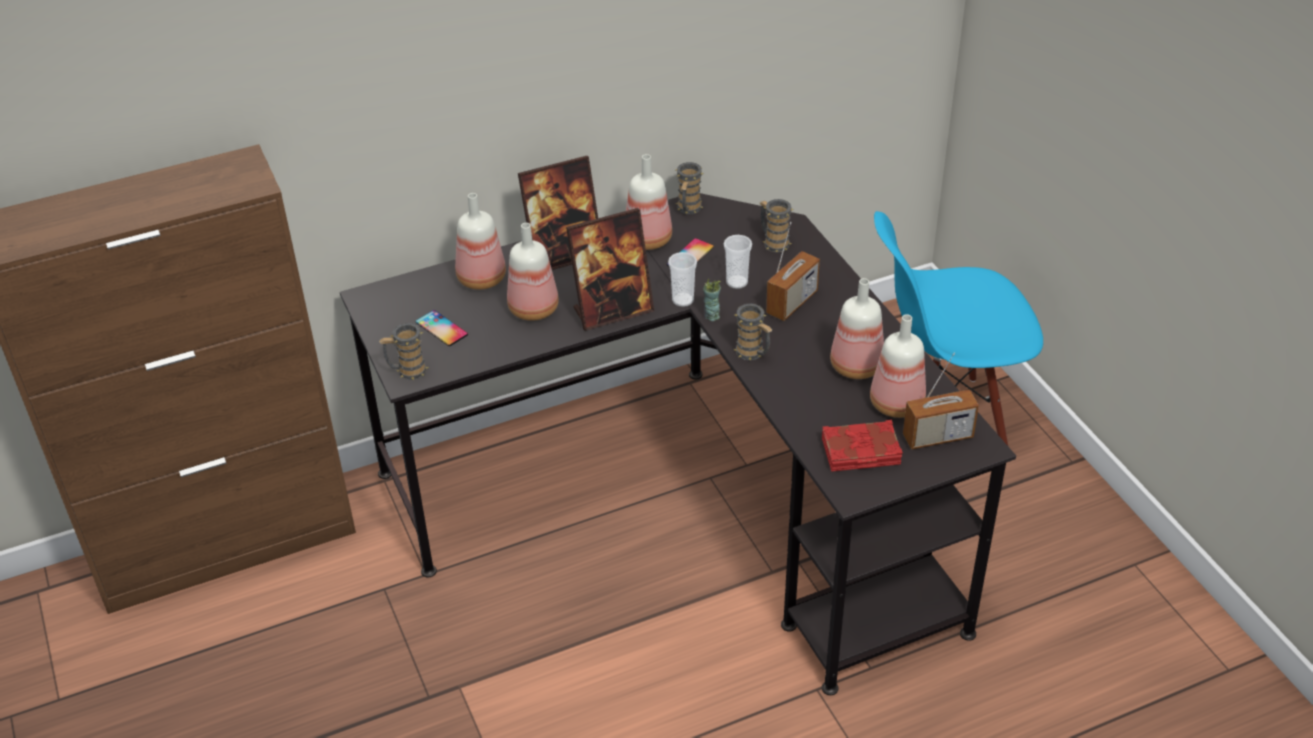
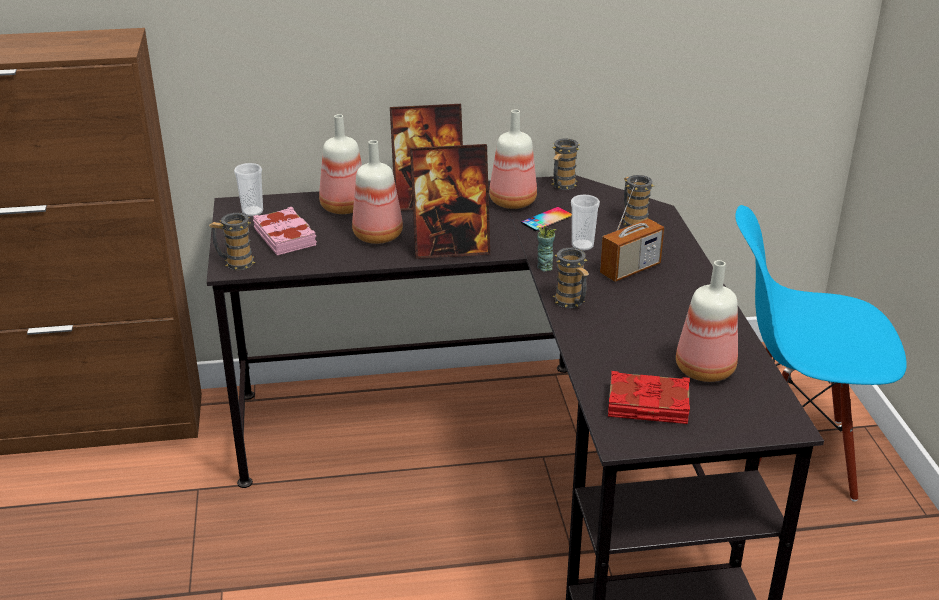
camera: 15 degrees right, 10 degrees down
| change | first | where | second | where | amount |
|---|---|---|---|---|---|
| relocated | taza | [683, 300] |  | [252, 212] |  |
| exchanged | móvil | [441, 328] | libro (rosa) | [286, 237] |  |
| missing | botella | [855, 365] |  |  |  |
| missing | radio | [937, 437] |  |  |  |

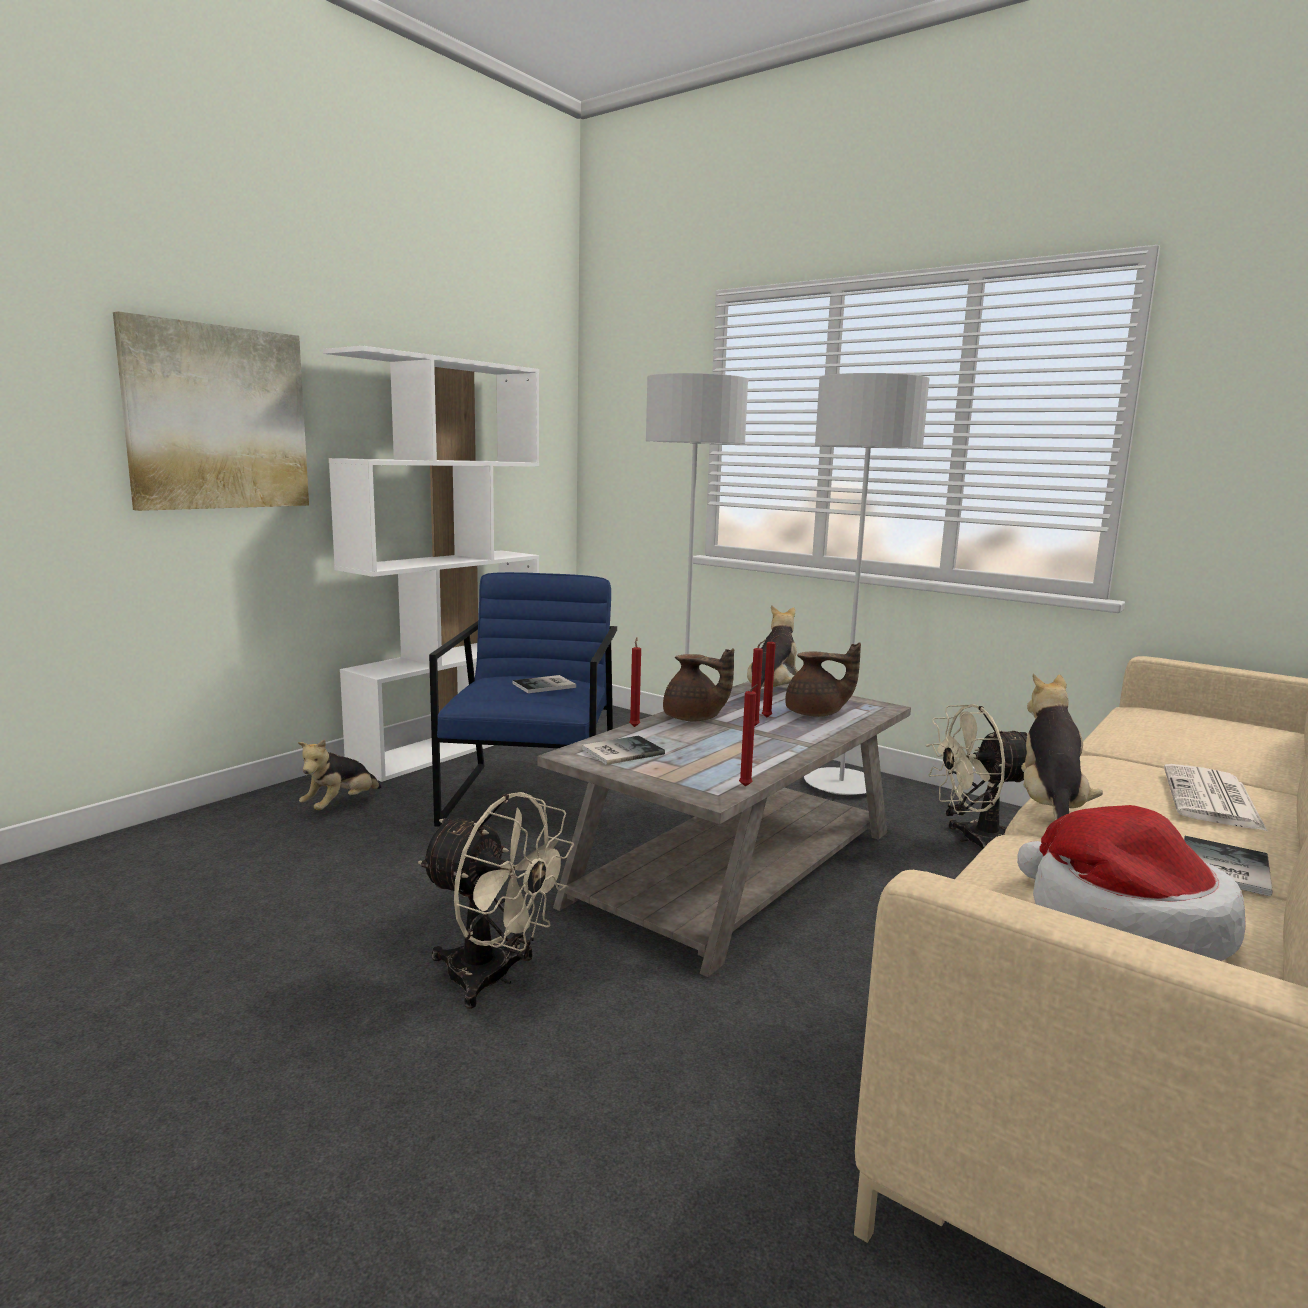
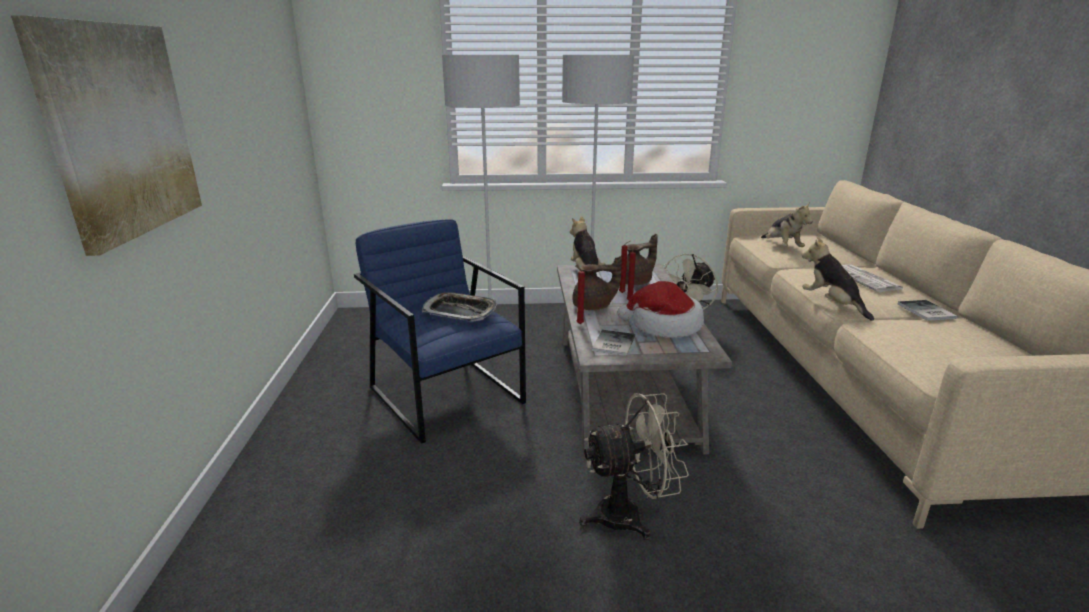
camera: 40 degrees left, 10 degrees up
| change | first | where | second | where | amount |
|---|---|---|---|---|---|
| exchanged | libro | [546, 685] | bandeja | [460, 312] |  |
| relocated | sombrero | [1122, 924] |  | [664, 326] |  |
| relocated | peluche | [340, 805] |  | [781, 247] |  |
| missing | estantería (blanco) | [448, 747] |  |  |  |
| missing | vela (rojo) | [746, 787] |  |  |  |

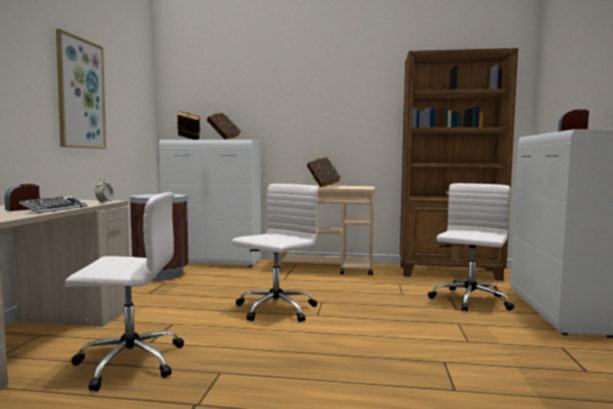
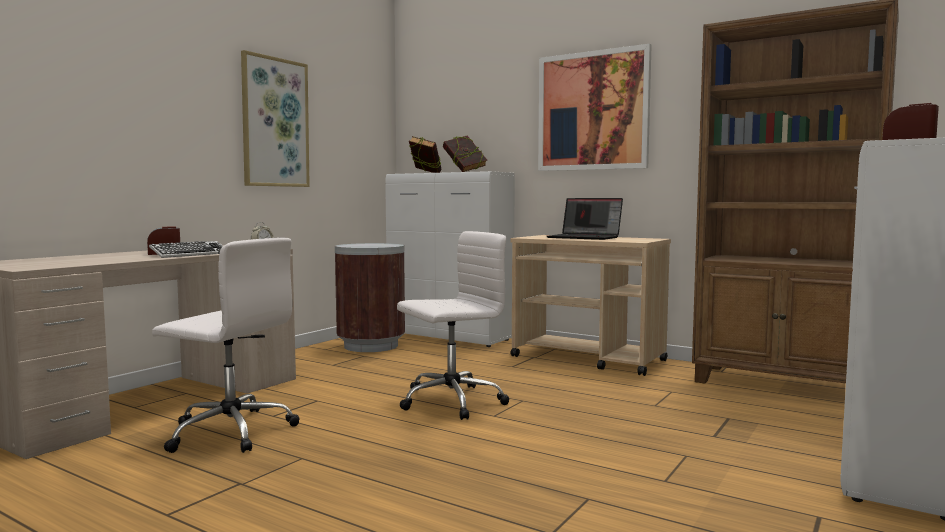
camera: 25 degrees right, 0 degrees up
| change | first | where | second | where | amount |
|---|---|---|---|---|---|
| appeared |  |  | cuadro | [593, 111] |  |
| exchanged | libro | [323, 186] | portátil | [585, 238] |  |
| missing | silla de oficina (blanco) | [469, 301] |  |  |  |

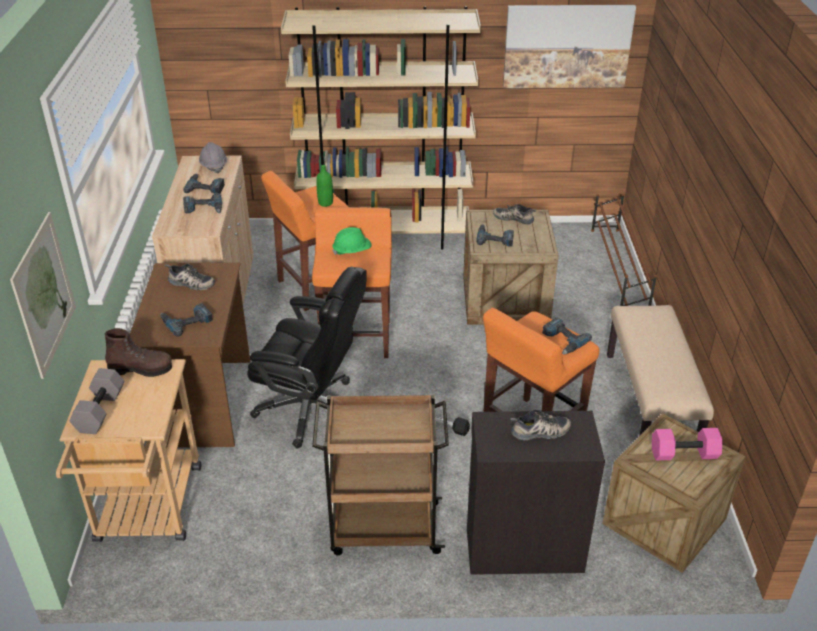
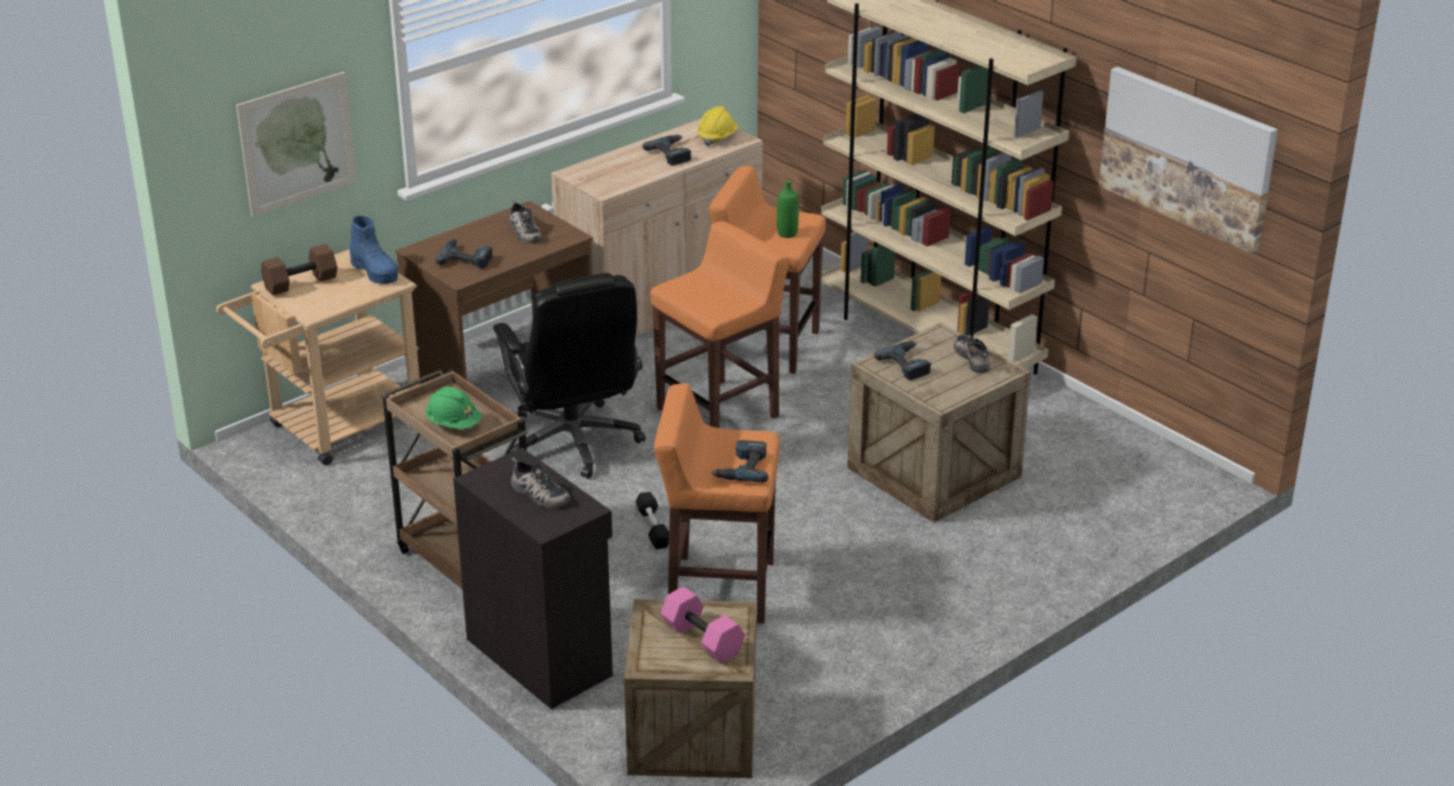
camera: 50 degrees right, 5 degrees down
| change | first | where | second | where | amount |
|---|---|---|---|---|---|
| colour | mancuerna (gris) | [101, 412] | mancuerna (marrón) | [300, 283] |  |
| colour | bota (marrón) | [141, 369] | bota (azul) | [375, 272] |  |
| relocated | casco (verde) | [352, 251] |  | [454, 424] |  |
| colour | casco (gris) | [213, 166] | casco (amarillo) | [717, 138] |  |
| missing | taladro | [203, 209] |  |  |  |
| missing | zapatero (marrón) | [618, 270] |  |  |  |
| missing | banco (beis) | [650, 403] |  |  |  |

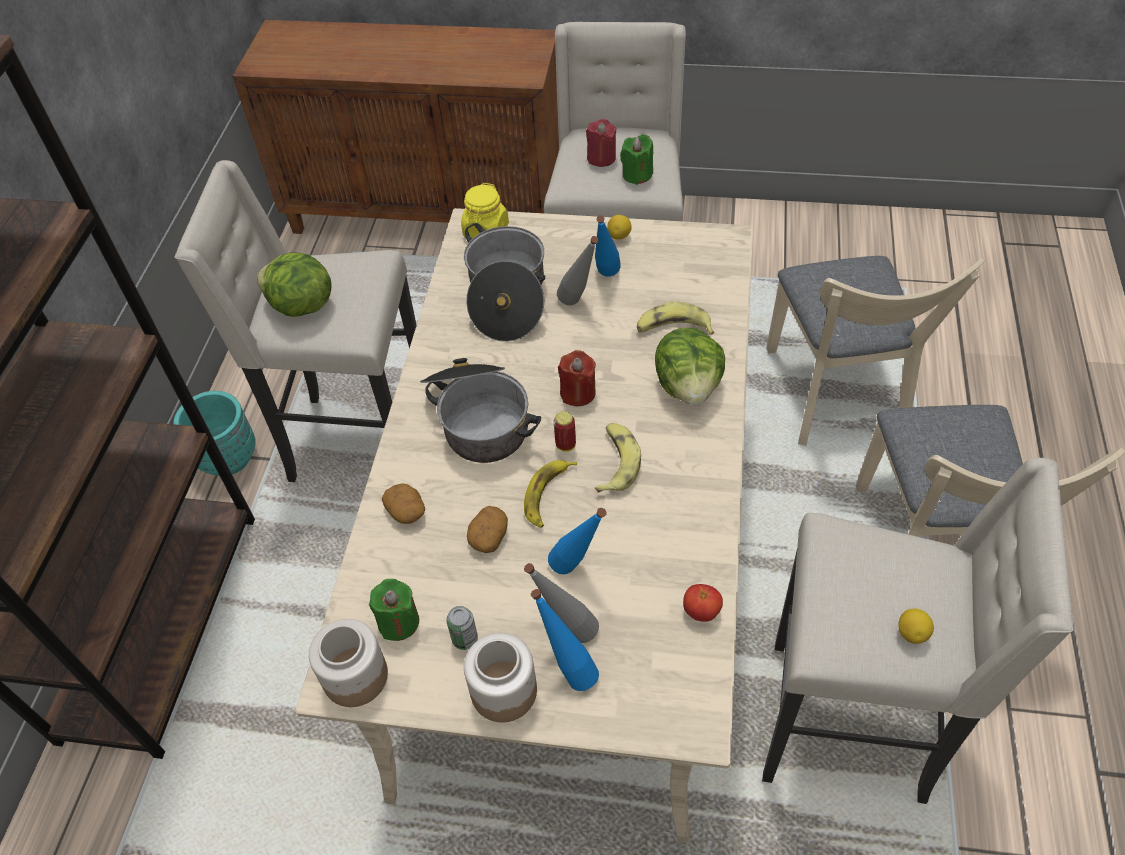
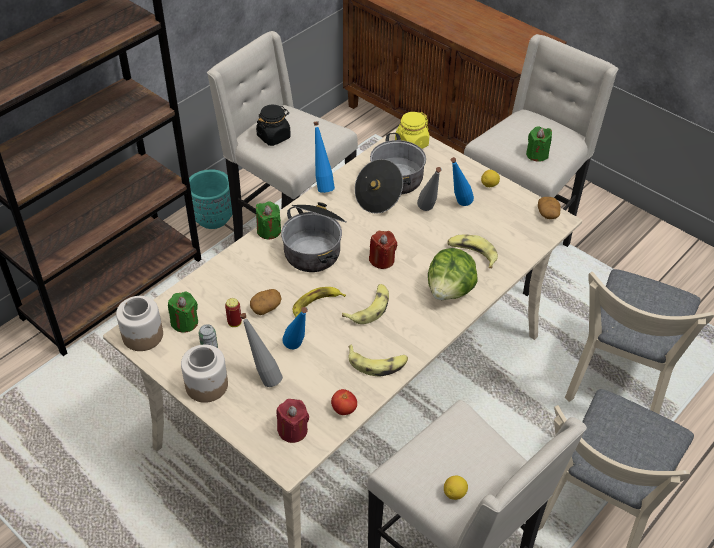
camera: 30 degrees right, 5 degrees down
| change | first | where | second | where | amount |
|---|---|---|---|---|---|
| relocated | lata | [565, 445] |  | [234, 323] |  |
| exchanged | lechuga | [301, 306] | tarro (negro) | [274, 137] |  |
| appeared |  |  | vela (verde) | [269, 231] |  |
| relocated | vela (rojo) | [601, 158] |  | [293, 430] |  |
| relocated | botella (azul) | [568, 670] |  | [322, 185] |  |
| appeared |  |  | plátano | [377, 363] |  |
| relocated | patata | [406, 511] |  | [548, 214] |  |

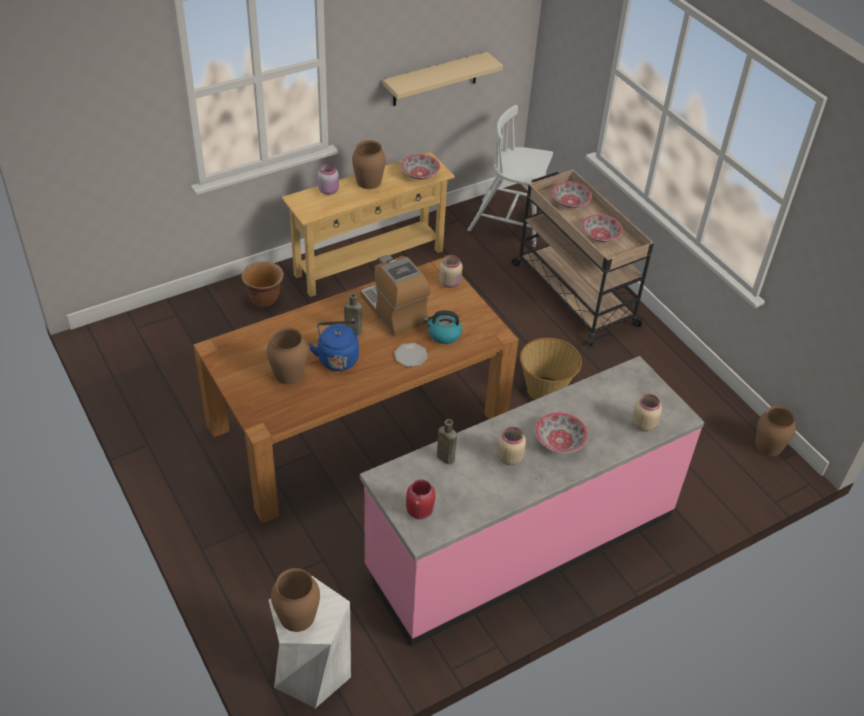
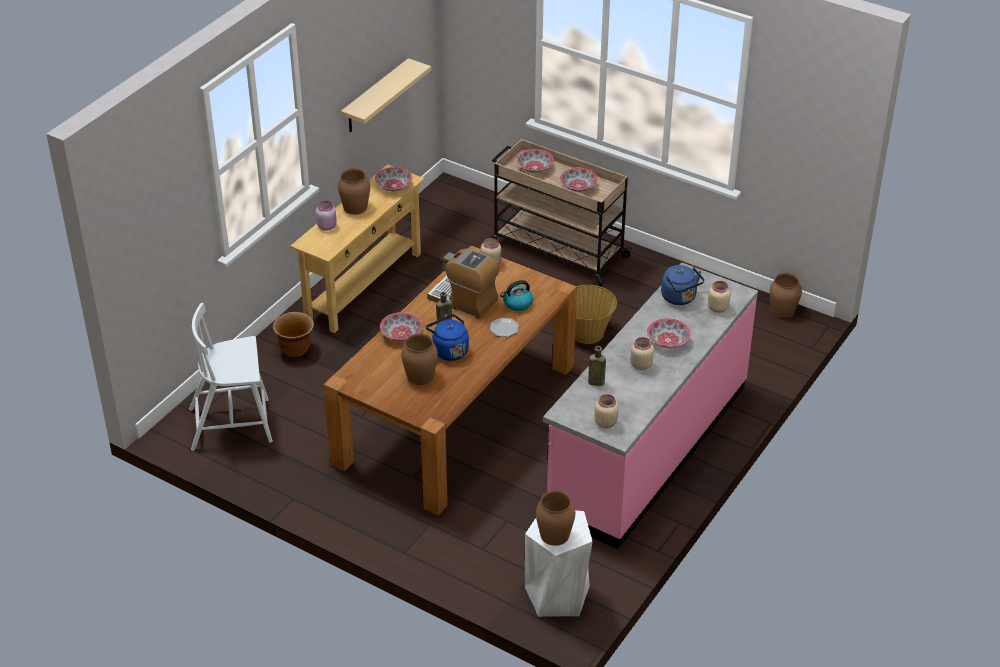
camera: 25 degrees left, 5 degrees down
| change | first | where | second | where | amount |
|---|---|---|---|---|---|
| relocated | silla (blanco) | [510, 223] |  | [232, 424] |  |
| appeared |  |  | cuenco | [401, 334] |  |
| colour | tarro (rojo) | [420, 510] | tarro (beis) | [605, 422] |  |
| appeared |  |  | hervidor (azul) | [680, 298] |  |

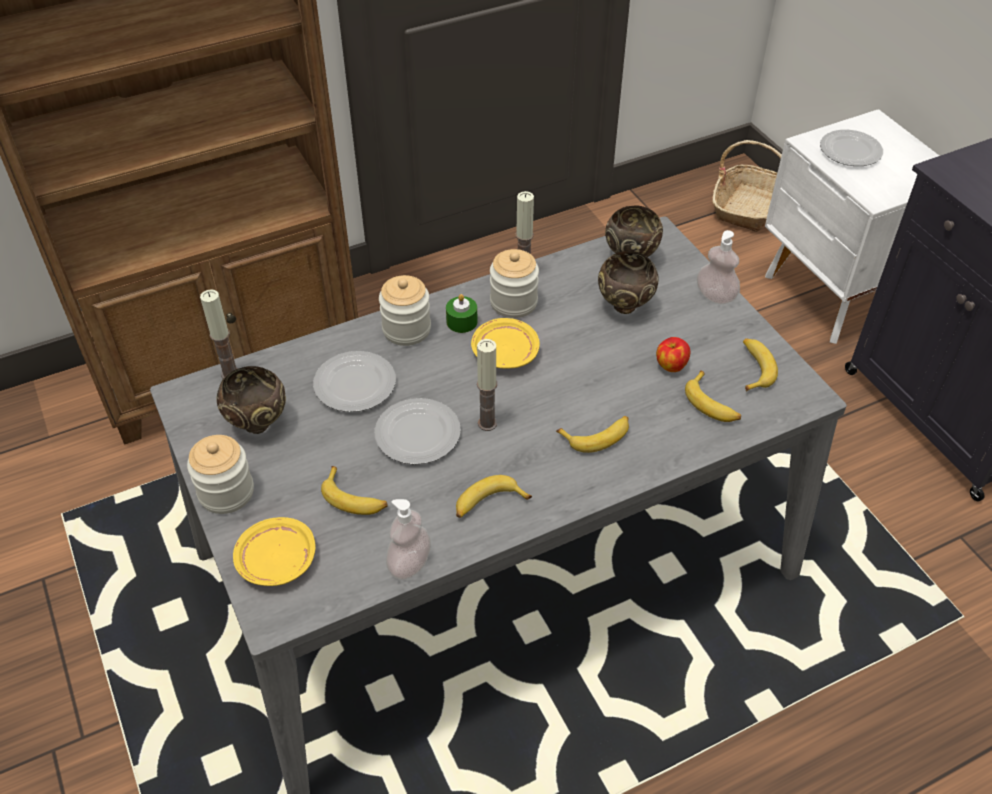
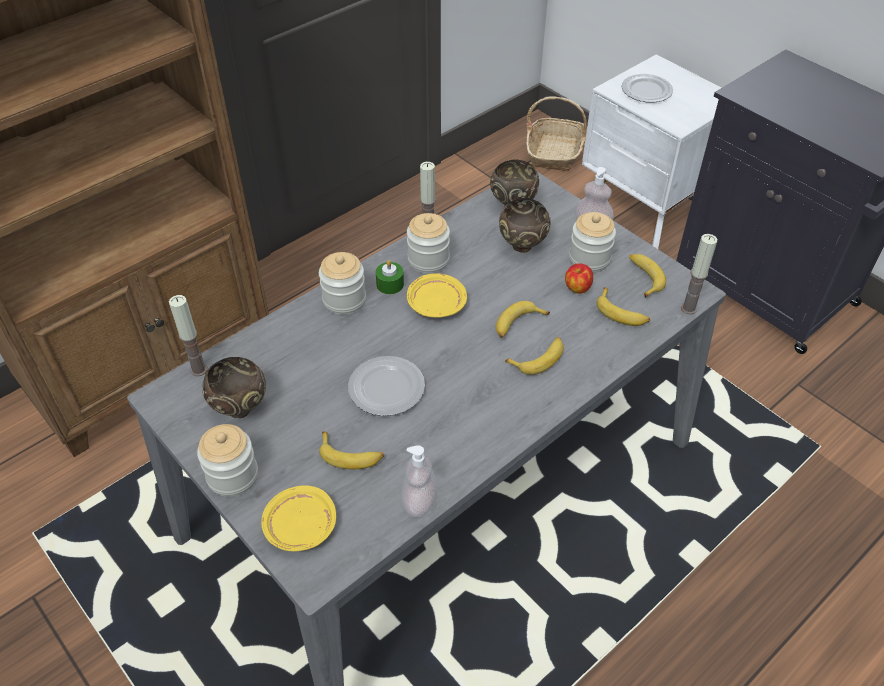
camera: 15 degrees left, 0 degrees up
| change | first | where | second | where | amount |
|---|---|---|---|---|---|
| relocated | plátano | [488, 503] |  | [517, 324] |  |
| appeared |  |  | tarro | [589, 259] |  |
| relocated | vela | [487, 423] |  | [689, 308] |  |
| missing | plato | [356, 385] |  |  |  |

